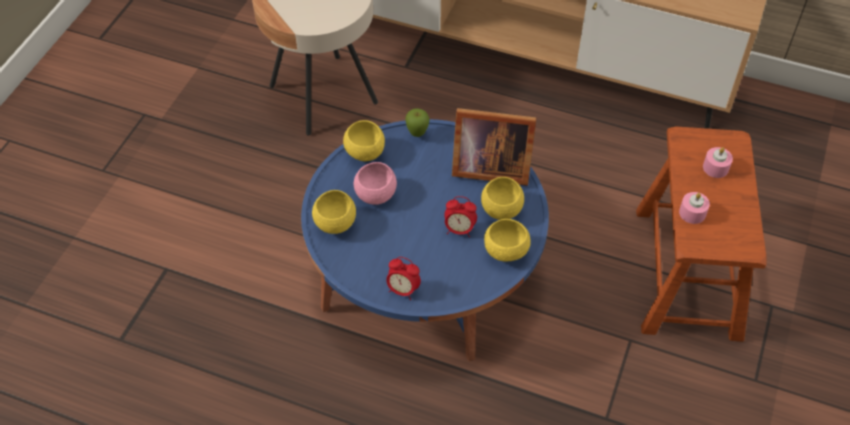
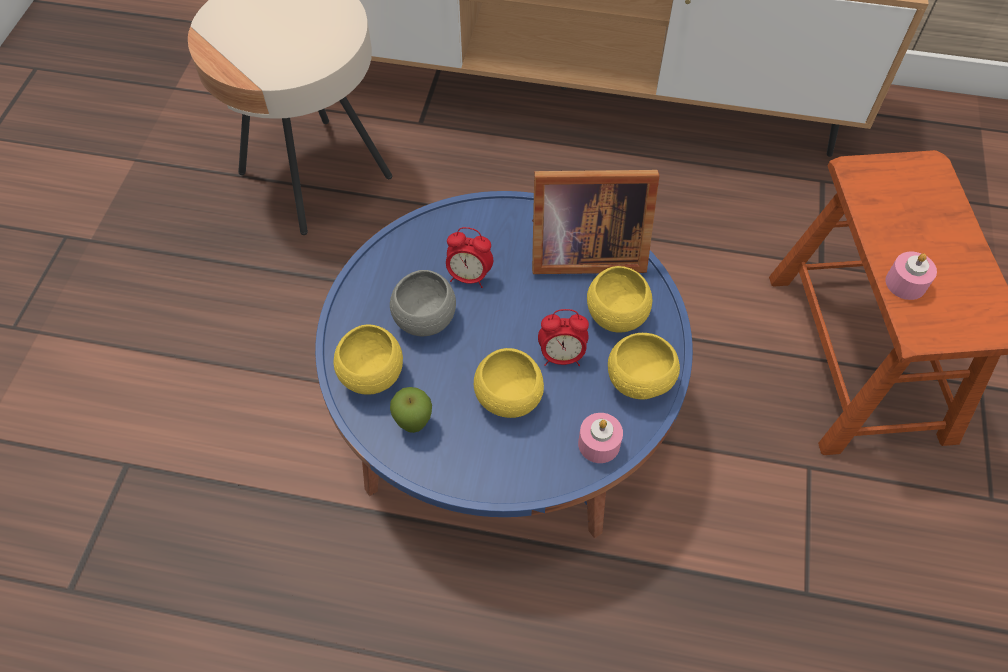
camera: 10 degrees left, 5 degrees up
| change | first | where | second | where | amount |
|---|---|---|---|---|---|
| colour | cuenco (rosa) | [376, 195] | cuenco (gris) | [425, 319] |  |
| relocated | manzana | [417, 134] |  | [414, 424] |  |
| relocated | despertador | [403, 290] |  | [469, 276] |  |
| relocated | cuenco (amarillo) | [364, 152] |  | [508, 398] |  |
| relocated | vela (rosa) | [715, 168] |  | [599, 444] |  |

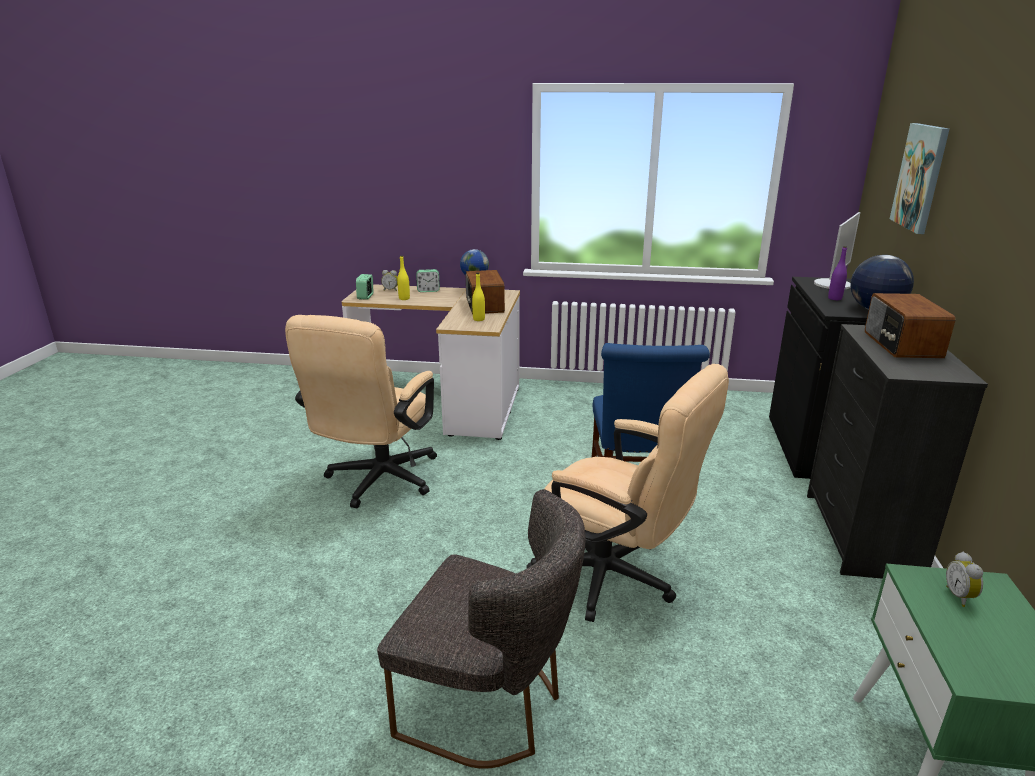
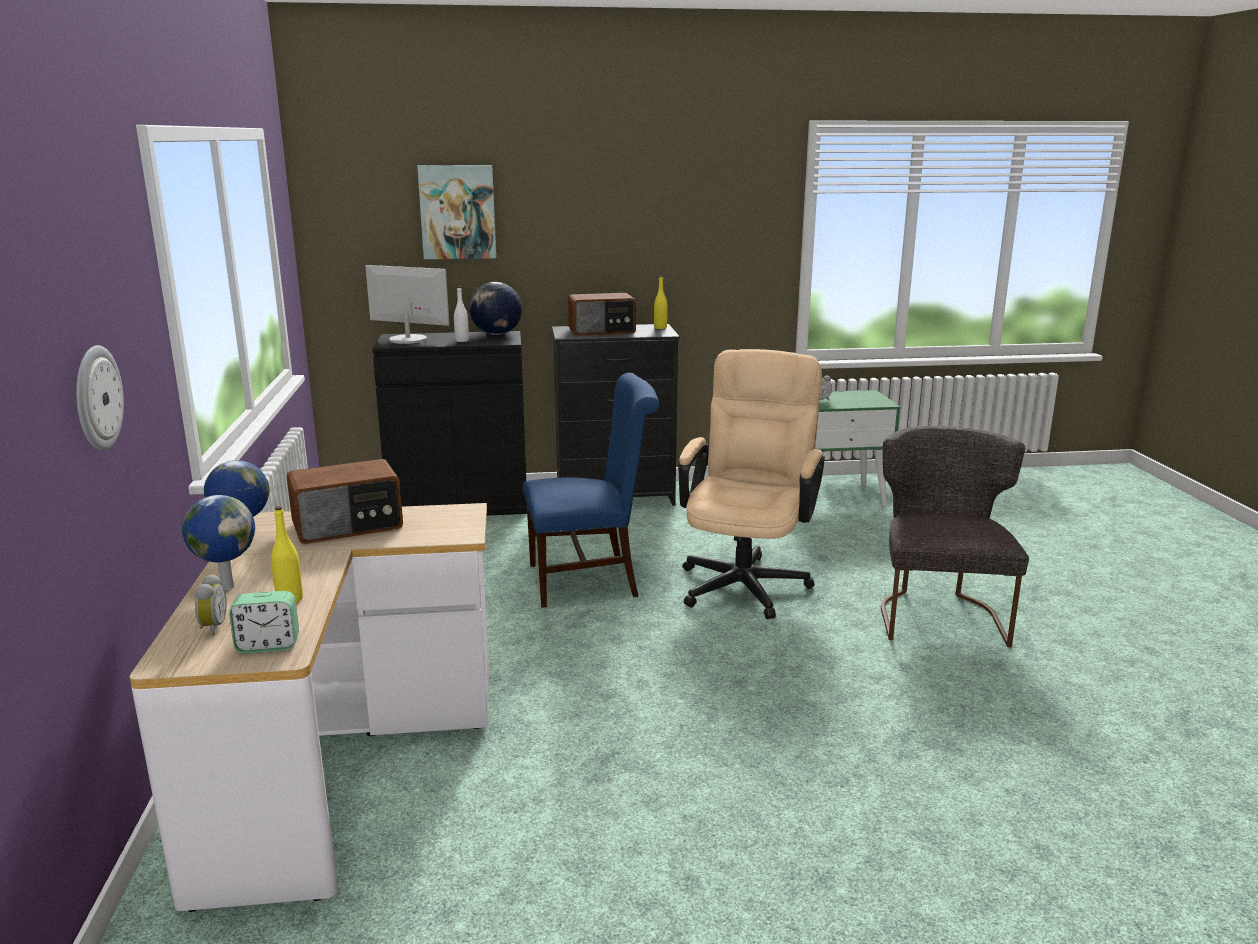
camera: 105 degrees left, 5 degrees down
| change | first | where | second | where | amount |
|---|---|---|---|---|---|
| appeared |  |  | reloj de pared | [96, 398] |  |
| exchanged | despertador | [428, 290] | globo terráqueo | [227, 587] |  |
| colour | botella (morado) | [834, 298] | botella (blanco) | [462, 340] |  |
| relocated | botella (amarillo) | [478, 319] |  | [660, 328] |  |
| missing | silla de oficina (beis) | [377, 482] |  |  |  |

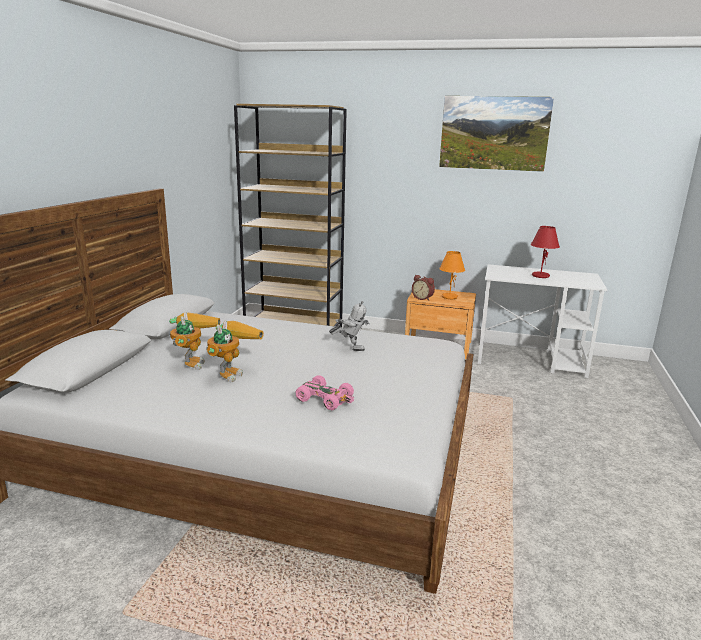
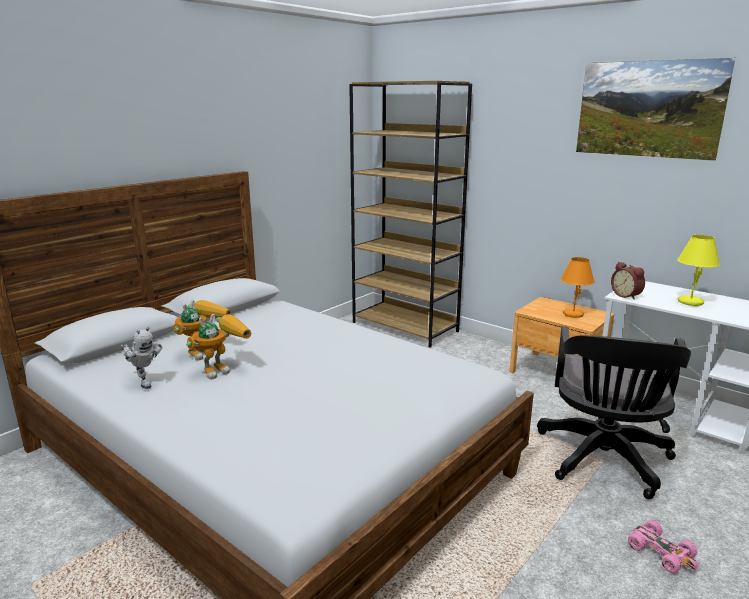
camera: 25 degrees right, 0 degrees up
| change | first | where | second | where | amount |
|---|---|---|---|---|---|
| relocated | robot de juguete | [350, 348] |  | [144, 382] |  |
| appeared |  |  | silla de oficina (negro) | [603, 461] |  |
| relocated | despertador | [423, 298] |  | [627, 295] |  |
| relocated | coche de juguete (rosa) | [325, 399] |  | [662, 552] |  |
| colour | lámpara de mesa (rojo) | [540, 276] | lámpara de mesa (amarillo) | [690, 302] |  |

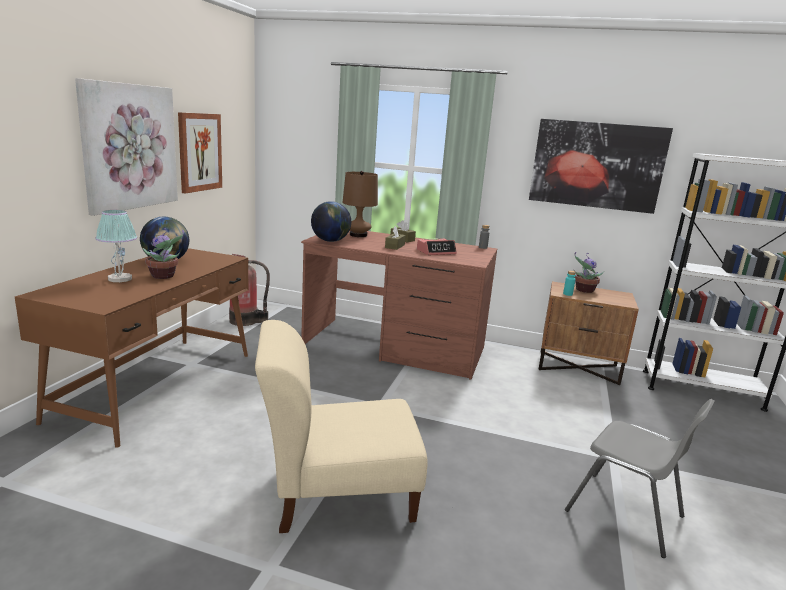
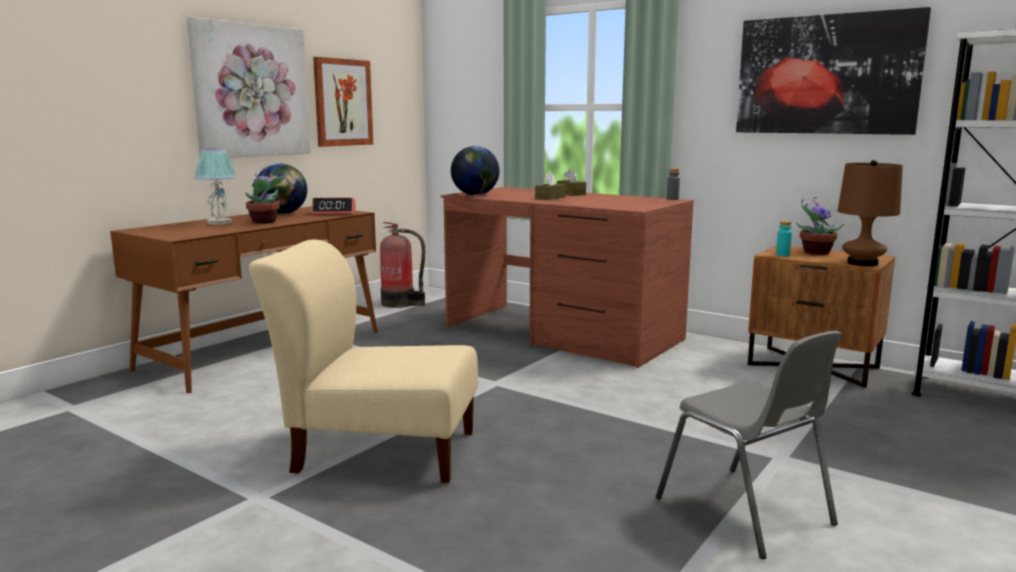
camera: 20 degrees right, 5 degrees down
| change | first | where | second | where | amount |
|---|---|---|---|---|---|
| relocated | despertador | [436, 252] |  | [334, 213] |  |
| relocated | lámpara de mesa (marrón) | [358, 235] |  | [862, 263] |  |

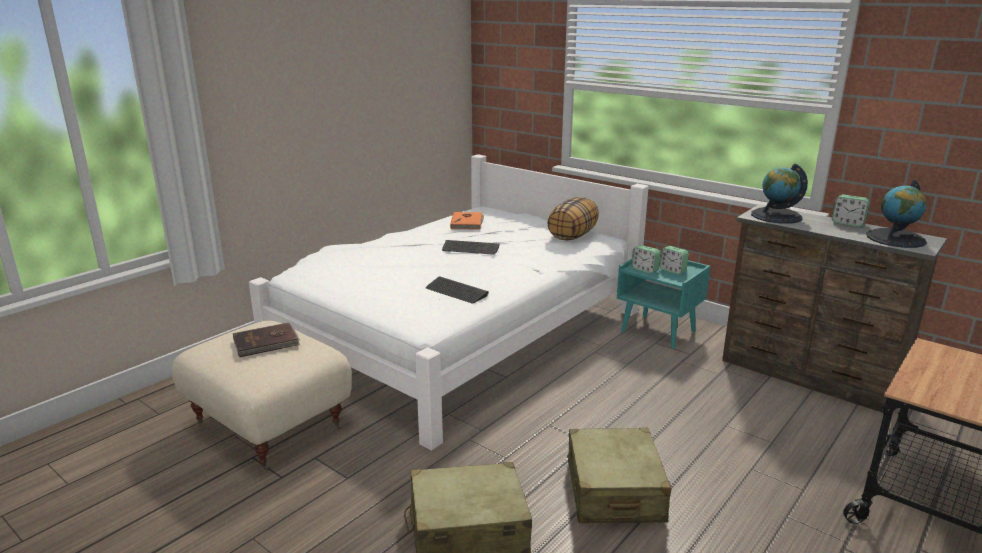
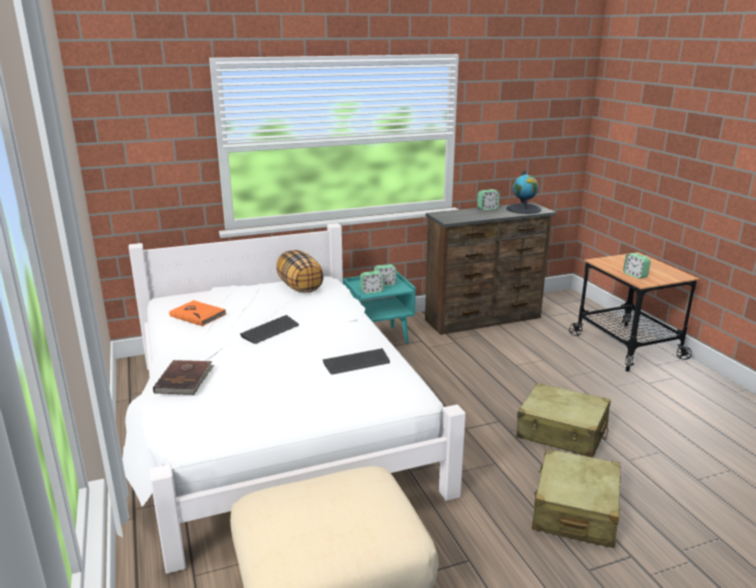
camera: 60 degrees left, 0 degrees up
| change | first | where | second | where | amount |
|---|---|---|---|---|---|
| relocated | libro (marrón) | [266, 343] |  | [185, 379] |  |
| appeared |  |  | despertador | [635, 275] |  |
| missing | globo terráqueo | [776, 216] |  |  |  |

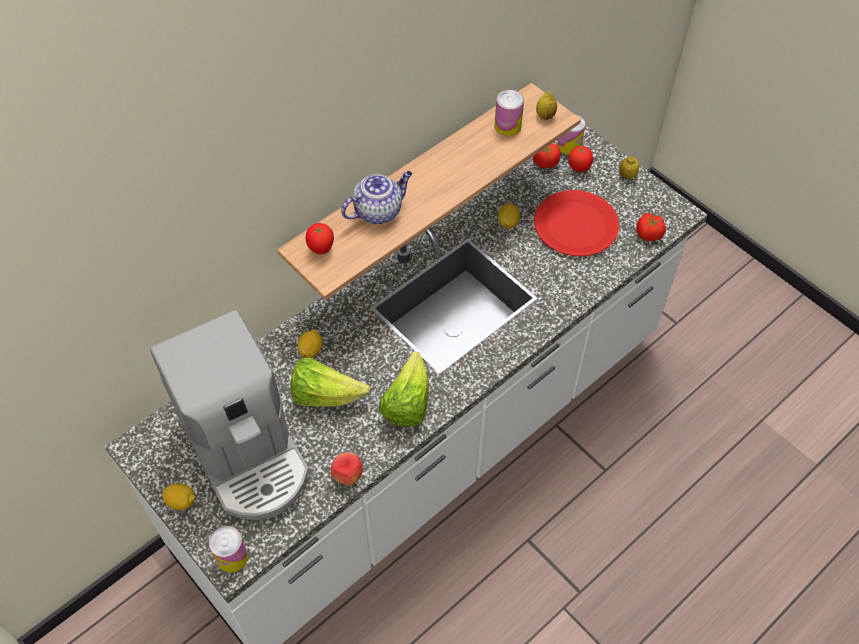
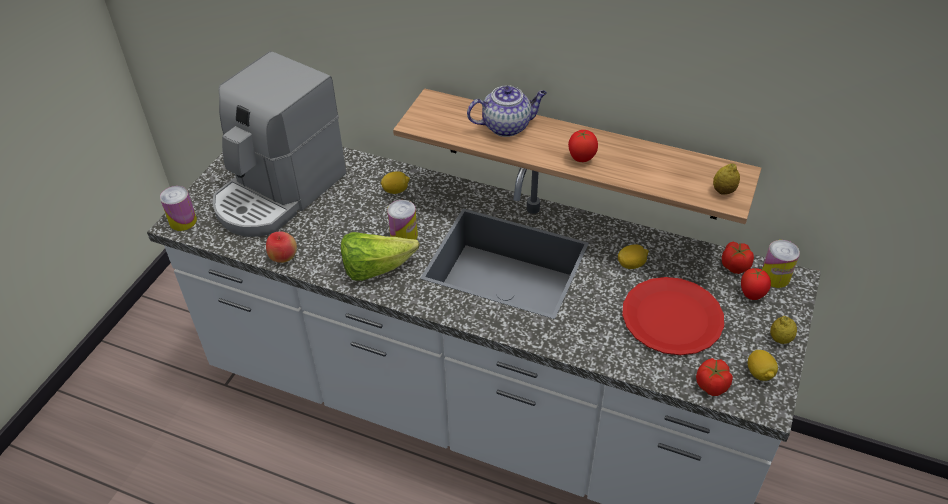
camera: 65 degrees right, 10 degrees down
| change | first | where | second | where | amount |
|---|---|---|---|---|---|
| relocated | lata | [507, 126] |  | [404, 236] |  |
| spun | tetera | [378, 211] |  | [507, 126] | 45 degrees counterclockwise |
| relocated | tomate | [321, 249] |  | [581, 159] |  |
| relocated | limón | [181, 502] |  | [759, 373] |  |
| missing | lechuga | [325, 395] |  |  |  |

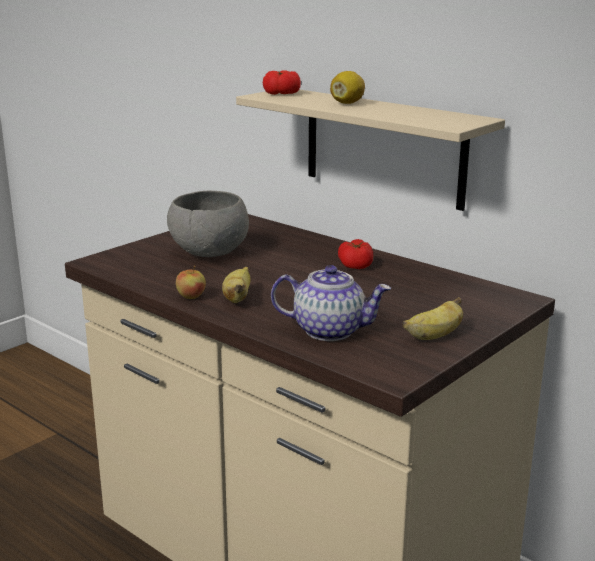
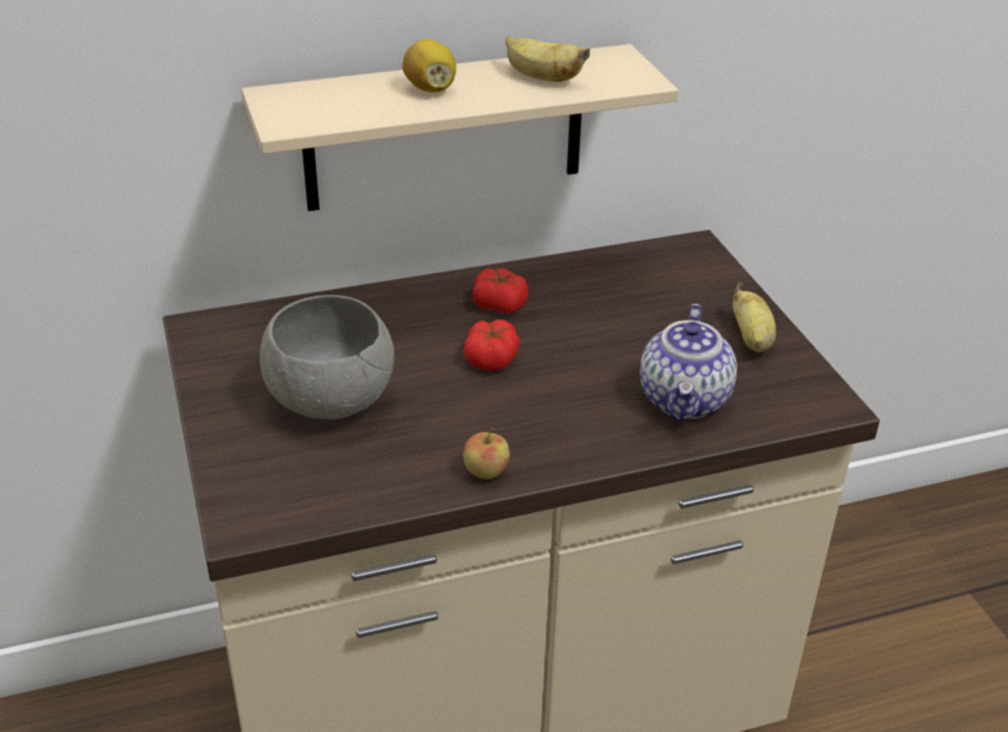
camera: 60 degrees left, 15 degrees up
| change | first | where | second | where | amount |
|---|---|---|---|---|---|
| relocated | tomate | [281, 93] |  | [491, 358] |  |
| relocated | plátano | [237, 298] |  | [541, 78] |  |
| spun | tetera | [330, 330] |  | [685, 400] | 150 degrees clockwise |

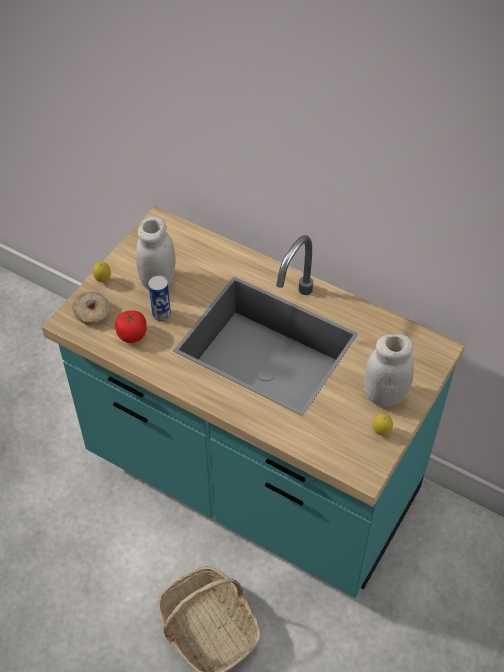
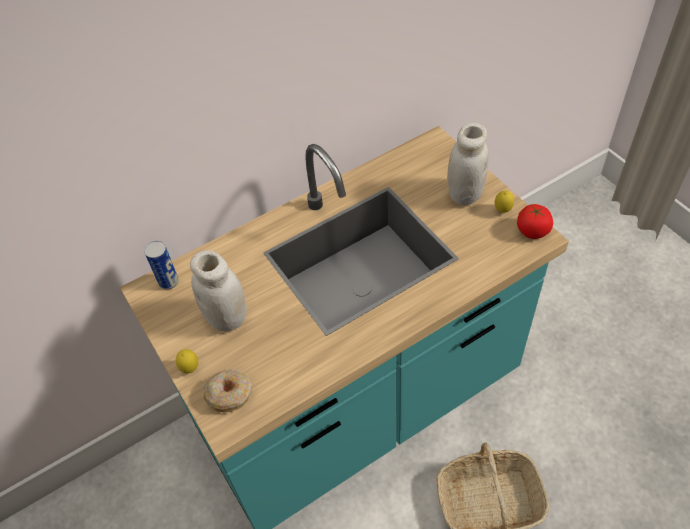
camera: 60 degrees left, 0 degrees up
| change | first | where | second | where | amount |
|---|---|---|---|---|---|
| relocated | lata | [161, 314] |  | [168, 282] |  |
| relocated | tomate | [132, 334] |  | [532, 230] |  |

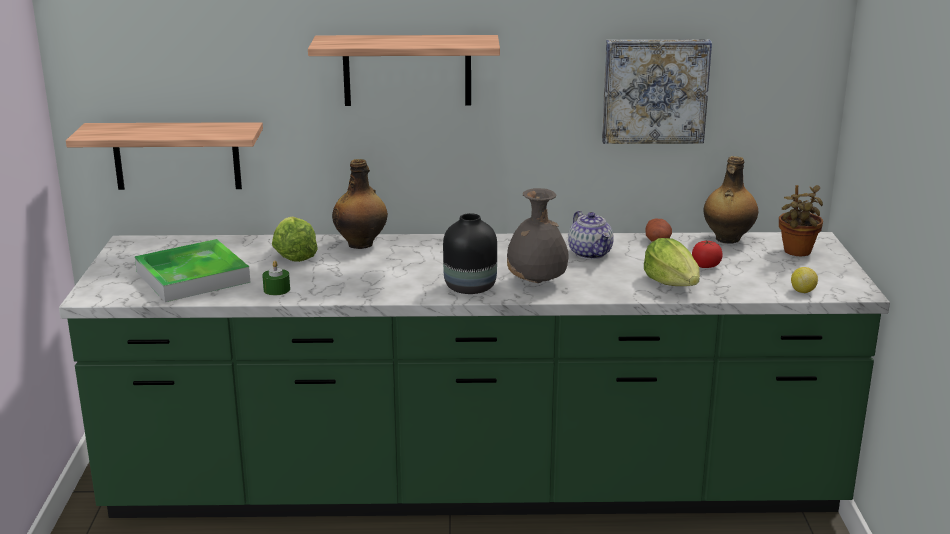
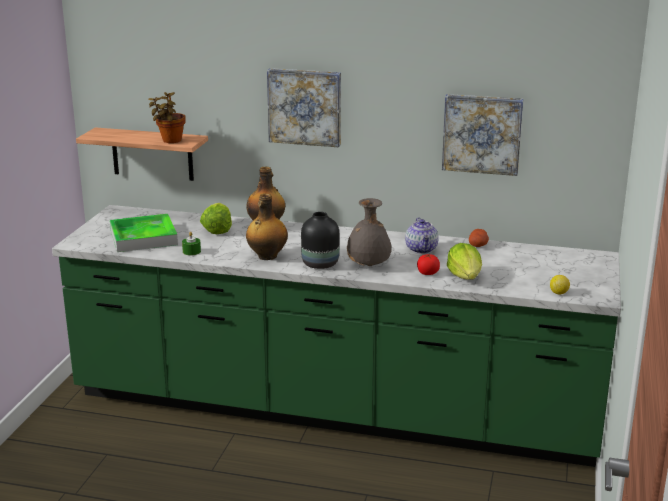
camera: 15 degrees right, 0 degrees up
| change | first | where | second | where | amount |
|---|---|---|---|---|---|
| relocated | planta en maceta | [796, 252] |  | [170, 141] |  |
| relocated | botella | [727, 239] |  | [267, 256] |  |
| exchanged | estante | [407, 70] | cuadro | [305, 106] |  |
| relocated | tomate | [705, 266] |  | [427, 273] |  |

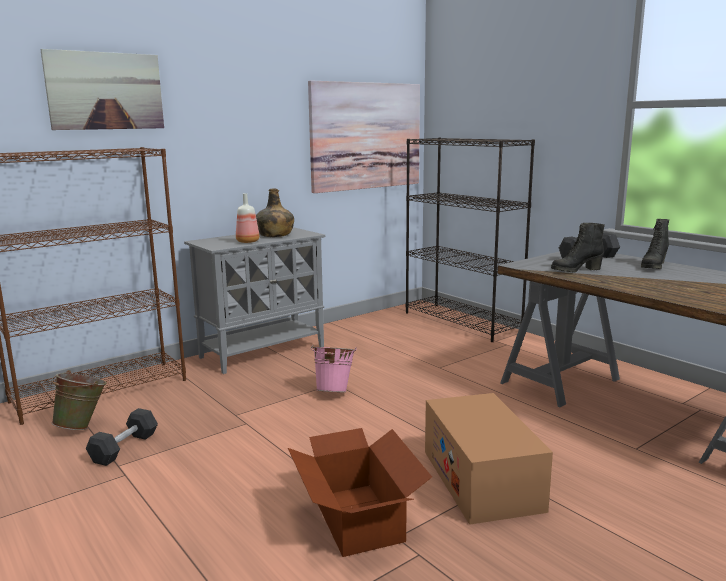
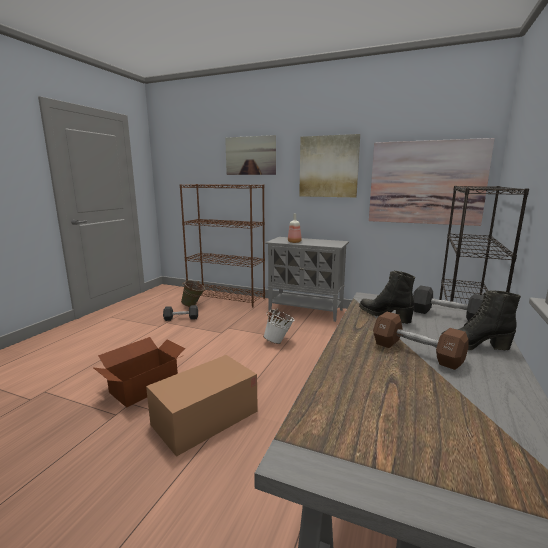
camera: 60 degrees right, 0 degrees up
| change | first | where | second | where | amount |
|---|---|---|---|---|---|
| colour | cubo (rosa) | [334, 391] | cubo (blanco) | [279, 341] |  |
| appeared |  |  | cuadro | [328, 166] |  |
| appeared |  |  | mancuerna (marrón) | [416, 352] |  |
| missing | botella (verde) | [274, 235] |  |  |  |

